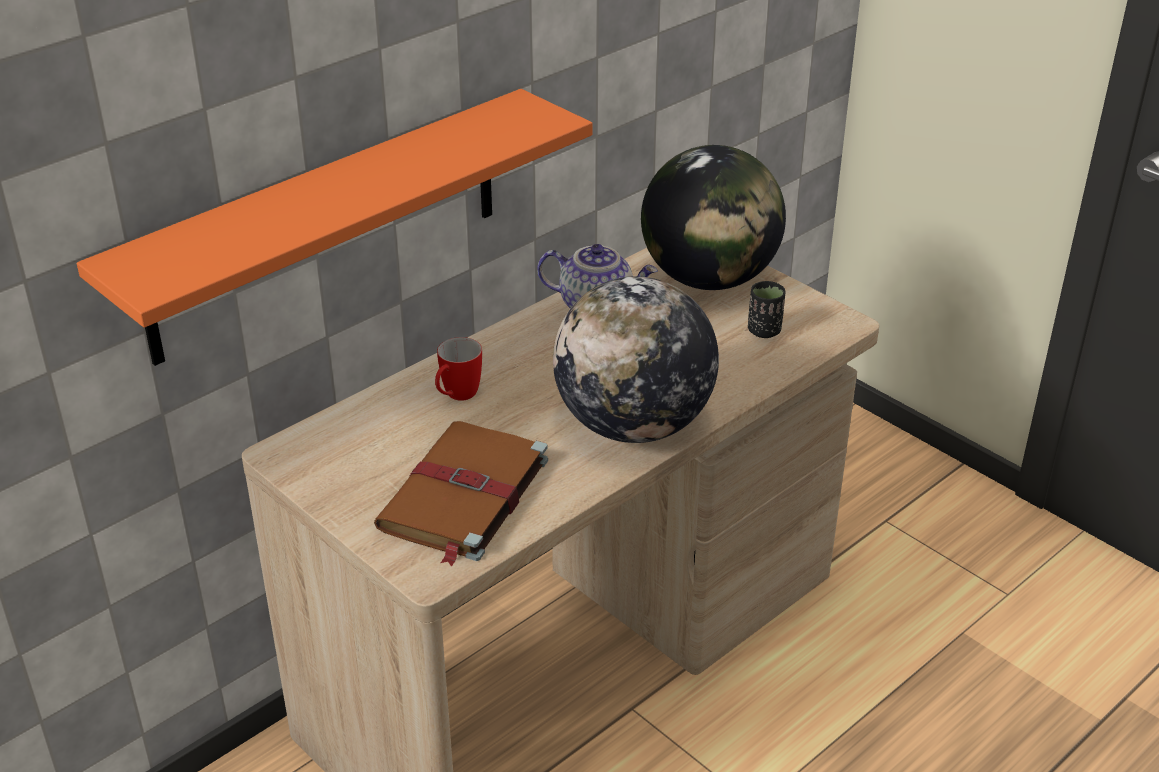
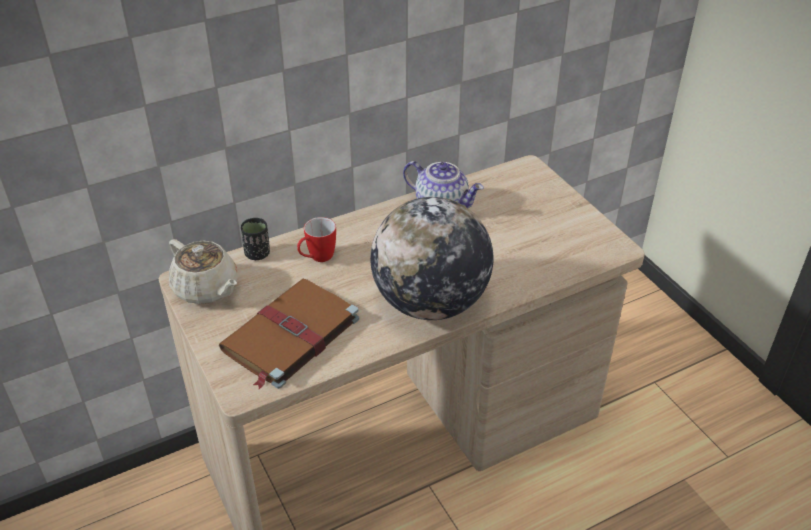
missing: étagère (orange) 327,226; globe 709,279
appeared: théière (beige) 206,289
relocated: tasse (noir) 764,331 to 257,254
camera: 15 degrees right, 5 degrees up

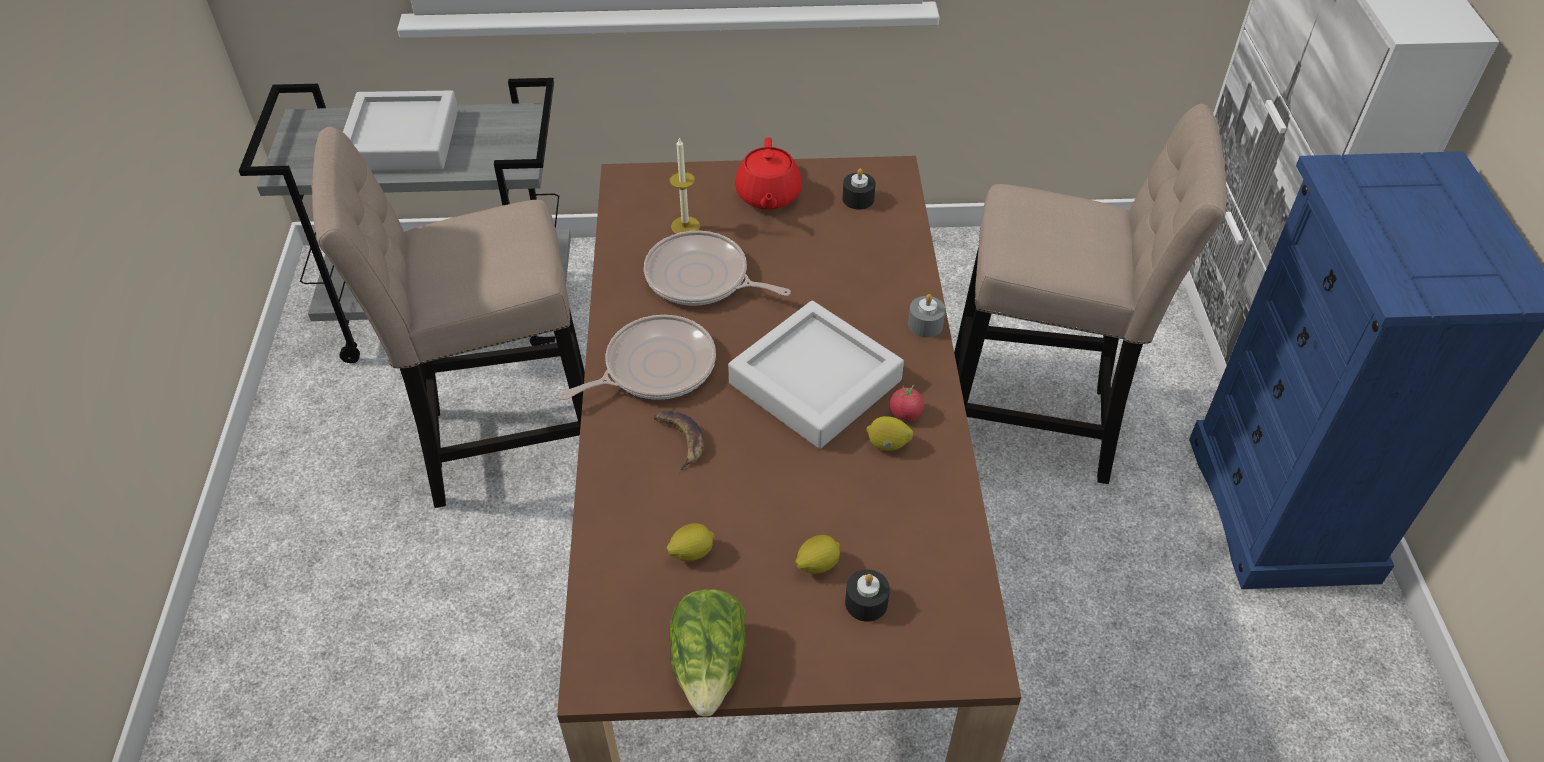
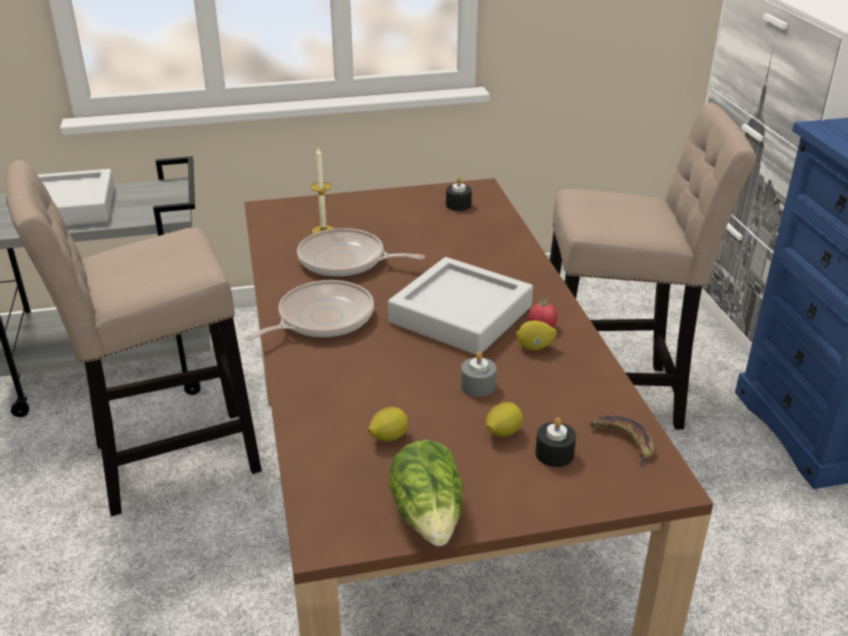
missing: théière (rouge) 768,196
relocated: bougie (gris) 925,324 to 478,386; banane 679,440 to 623,441
camera: 10 degrees left, 15 degrees down

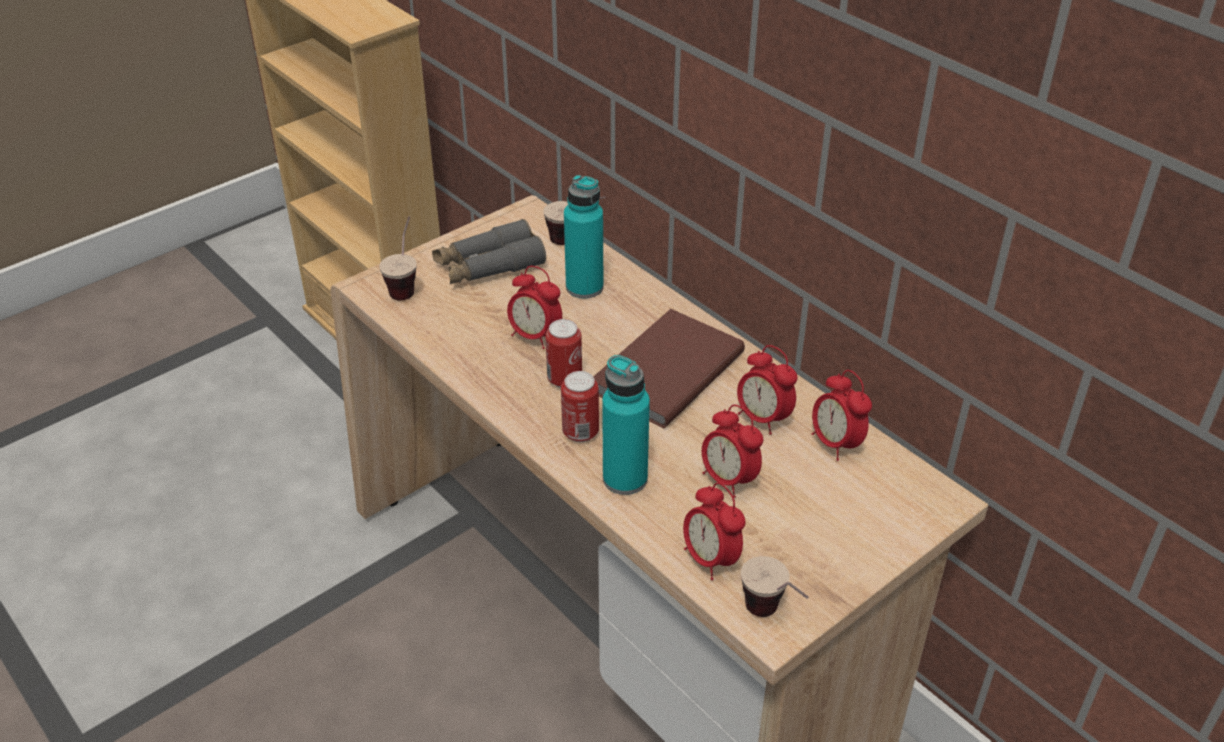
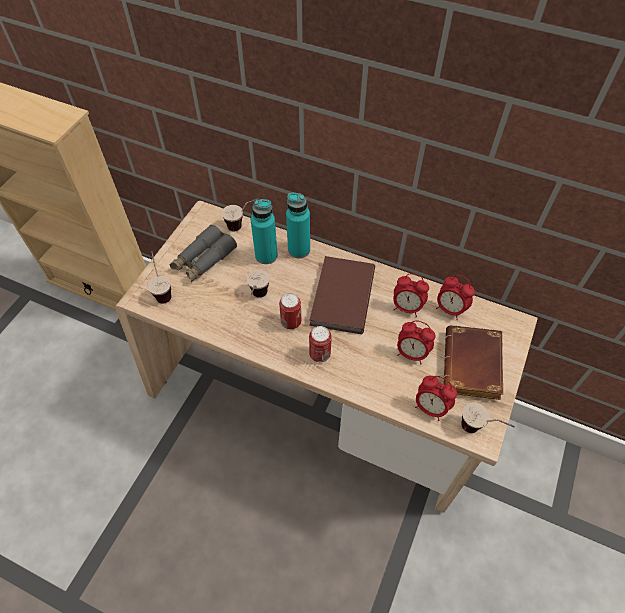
appeared: livre (marron) 473,367
relocated: bouteille (turquoise) 625,479 to 299,250
exchanged: réveil 535,336 to tasse 258,299
camera: 25 degrees left, 15 degrees up

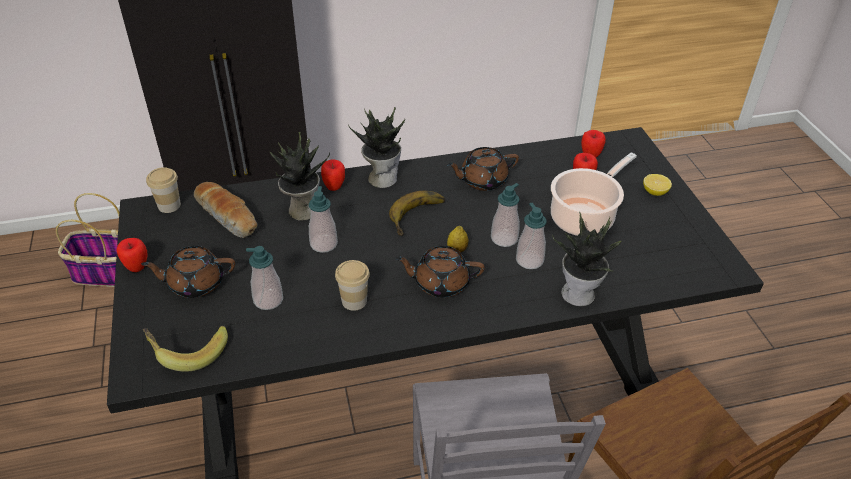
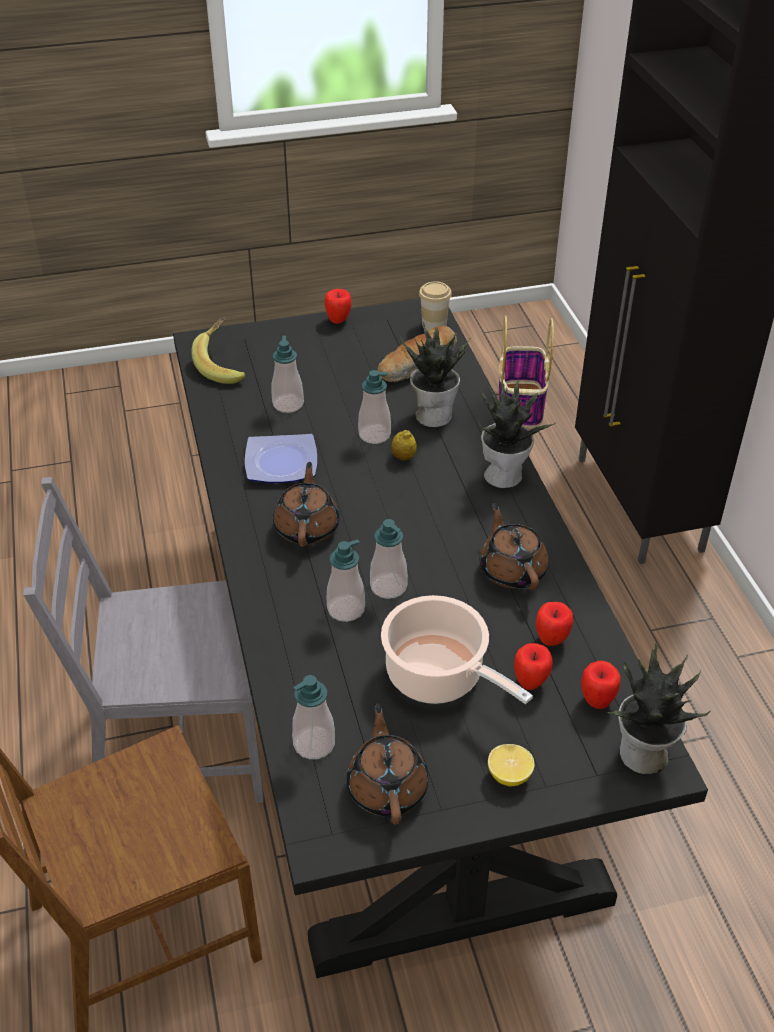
missing: banane 420,217
appeared: distributeur de savon 314,743
relocated: pomme 334,187 to 551,640; plante en pot 579,294 to 643,756; citron 457,250 to 403,457; théière (marron) 195,283 to 387,787
exchanged: tasse 354,301 to assiette 282,462
camera: 90 degrees right, 0 degrees up

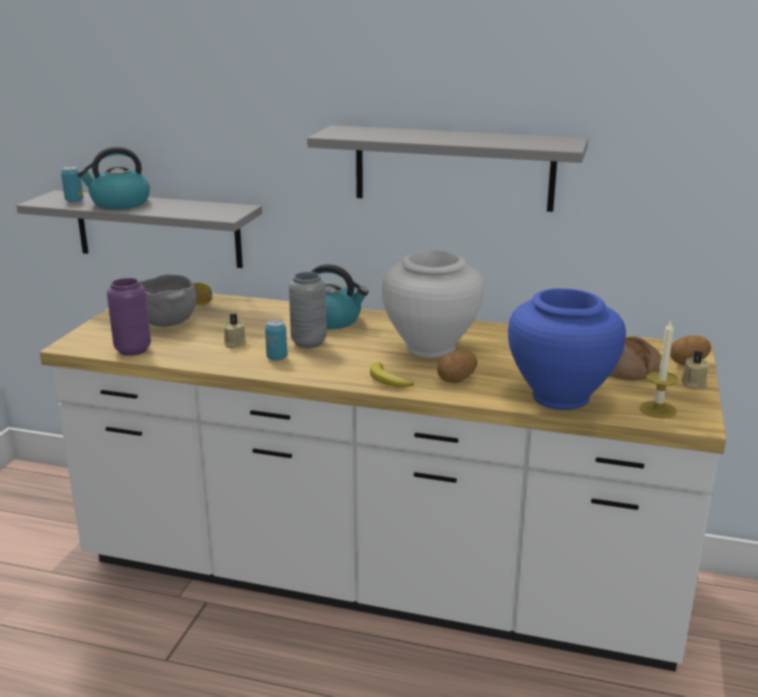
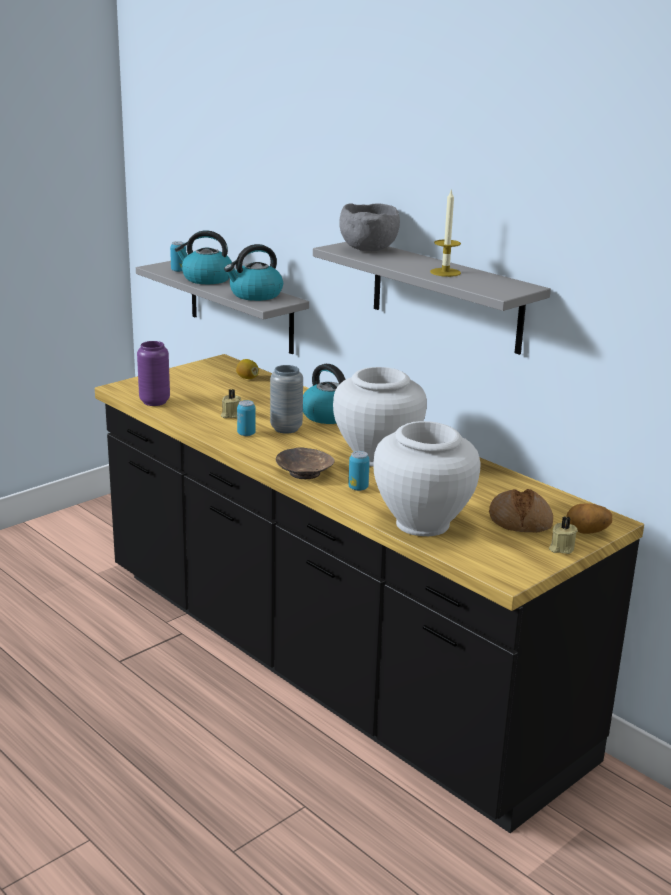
appeared: bouilloire 255,295
relocated: bol (gris) 167,323 to 368,249; bougie 658,409 to 445,272
exchanged: pomme de terre 457,380 to boîte métallique 358,488; banane 388,380 to bol (marron) 304,473
colour: vase (bleu) 560,397 to vase (blanc) 422,524; comptoir de cuisine (blanc) 379,577 to comptoir de cuisine (noir) 329,664
camera: 30 degrees right, 0 degrees up

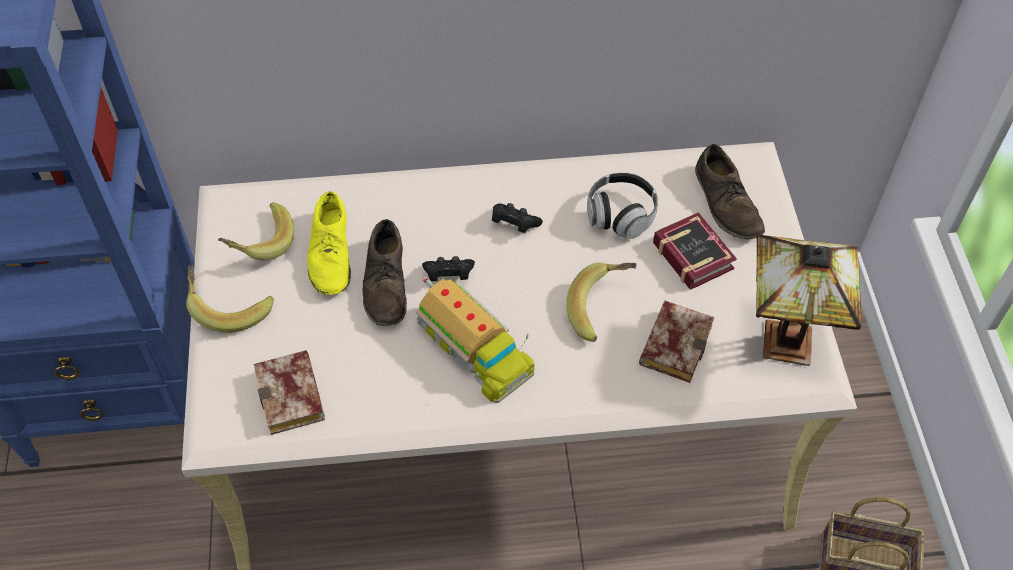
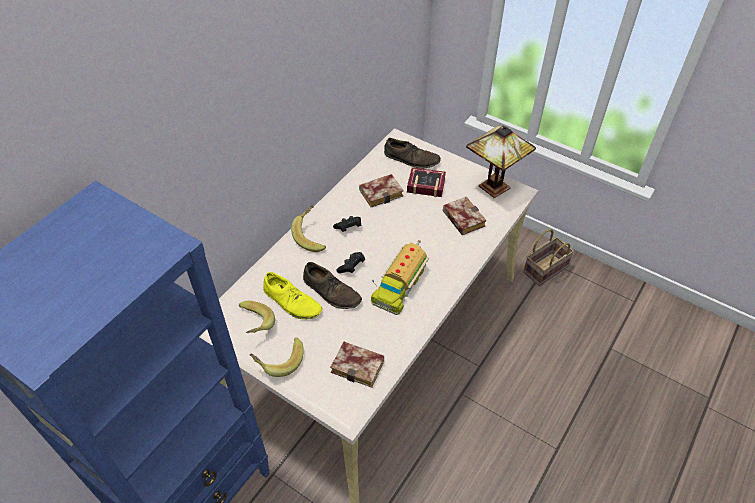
relocated: banane 602,309 to 312,236
exchanged: casque audio 620,215 to livre 382,192
spun: camion jouet 472,349 = 399,283 120 degrees clockwise
camera: 50 degrees left, 5 degrees down

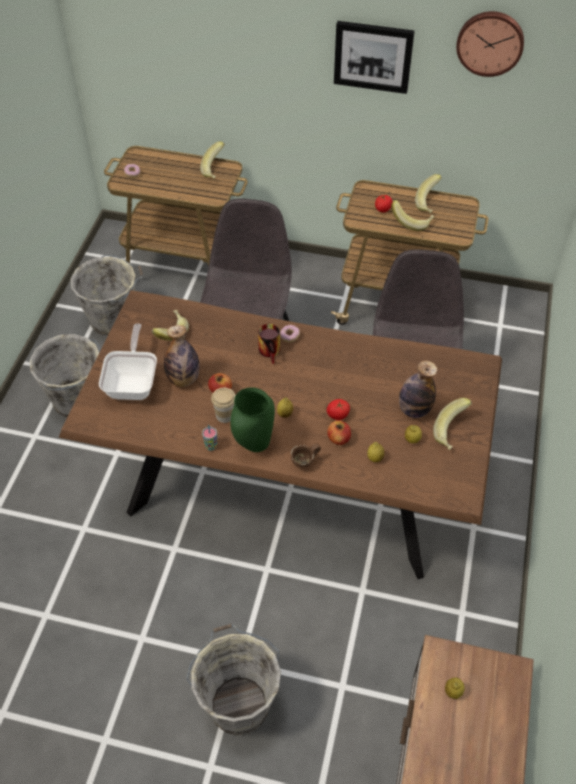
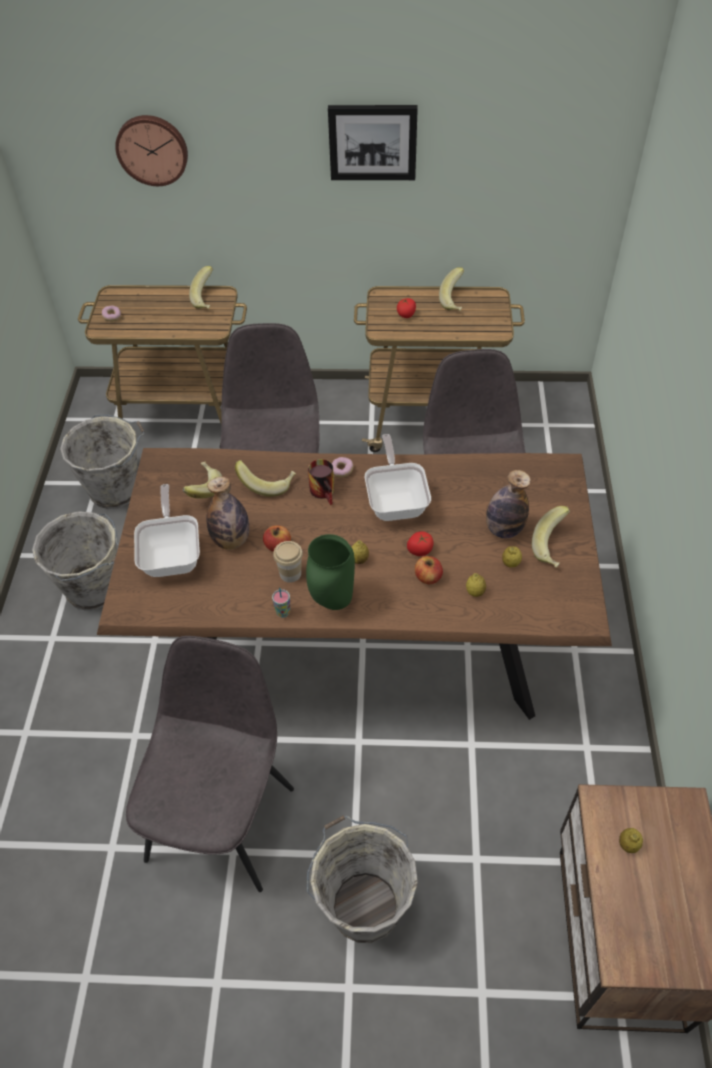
missing: mug (marron) 304,464
appeared: poêle 396,501; chaise (gris) 222,819
relocated: horloge murale 490,42 to 152,149; banane 411,222 to 267,484
camera: 10 degrees left, 0 degrees up

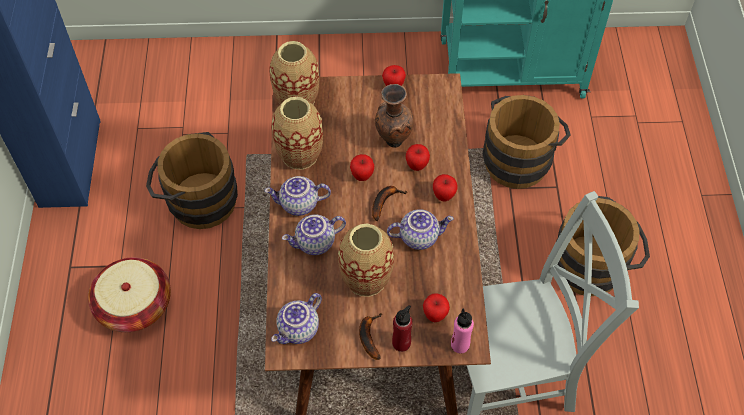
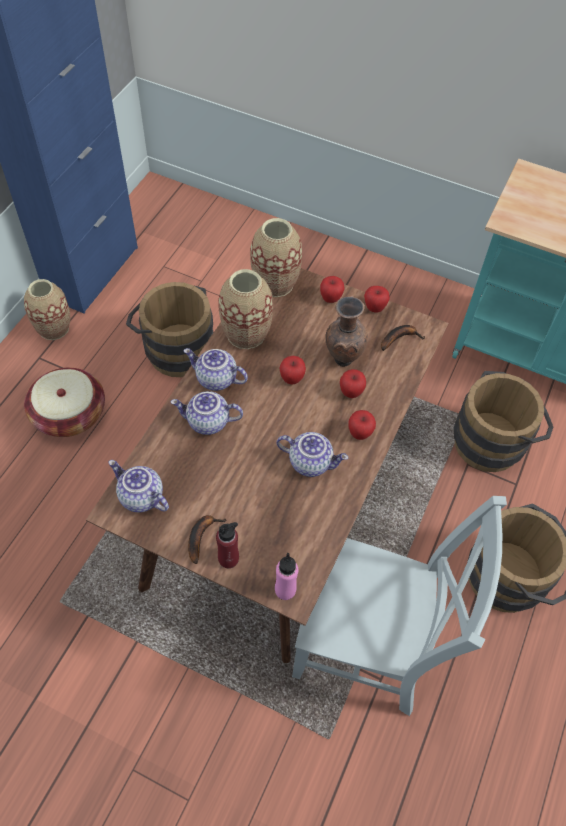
relocated: banane 384,202 to 399,338; vase 366,279 to 54,328; pomme 435,315 to 330,298
spun: théière 299,330 = 140,497 60 degrees clockwise
camera: 25 degrees right, 0 degrees up

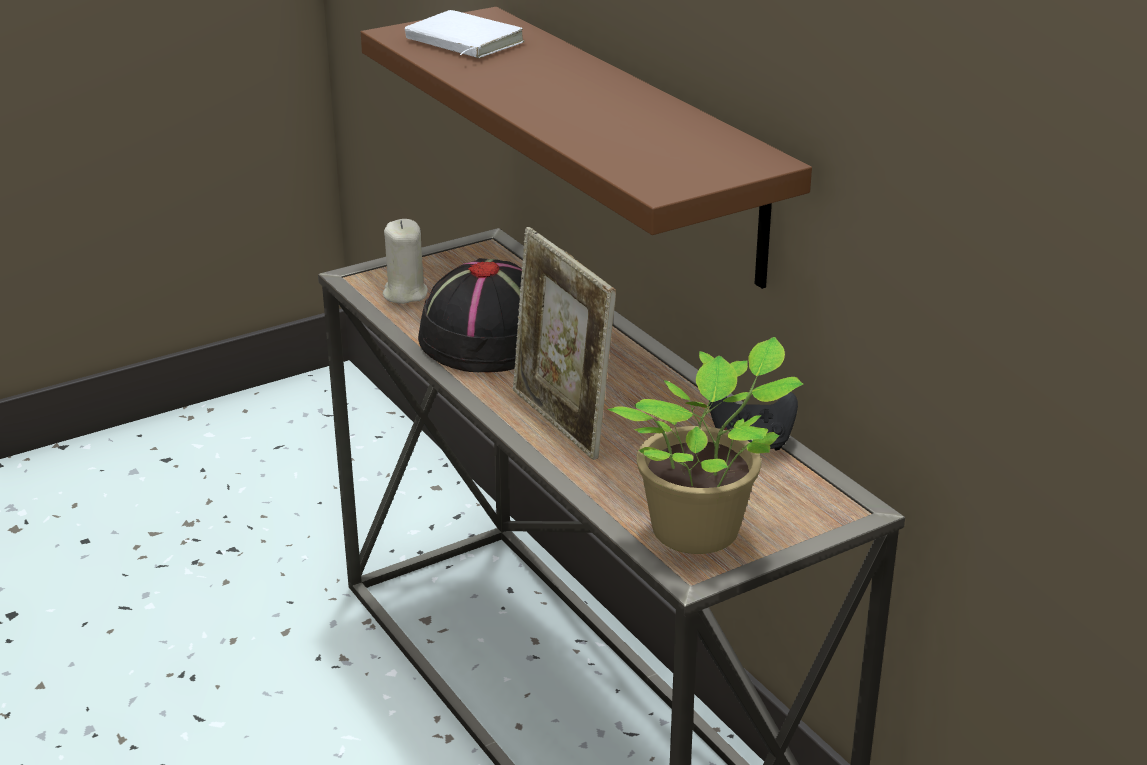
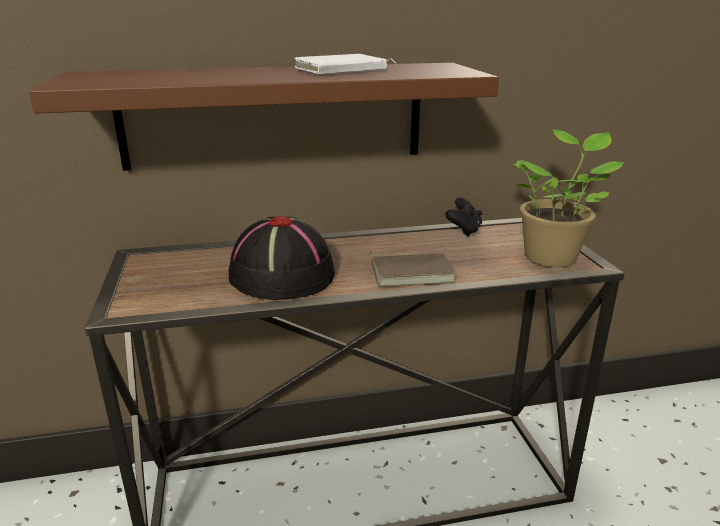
missing: bougie (beige) 405,293
relocated: livre (blanc) 461,42 to 341,70
exchanged: cadre photo 561,423 to livre (marron) 411,273
camera: 70 degrees left, 5 degrees down

